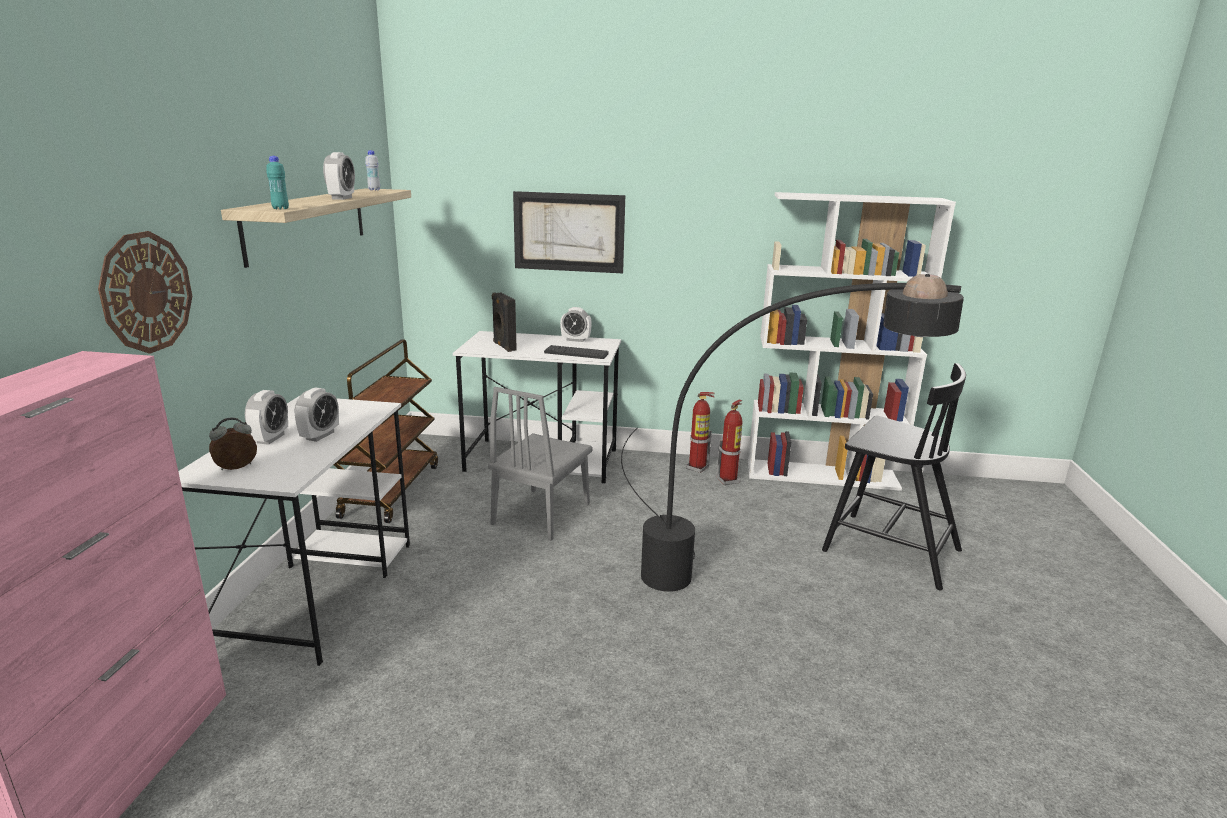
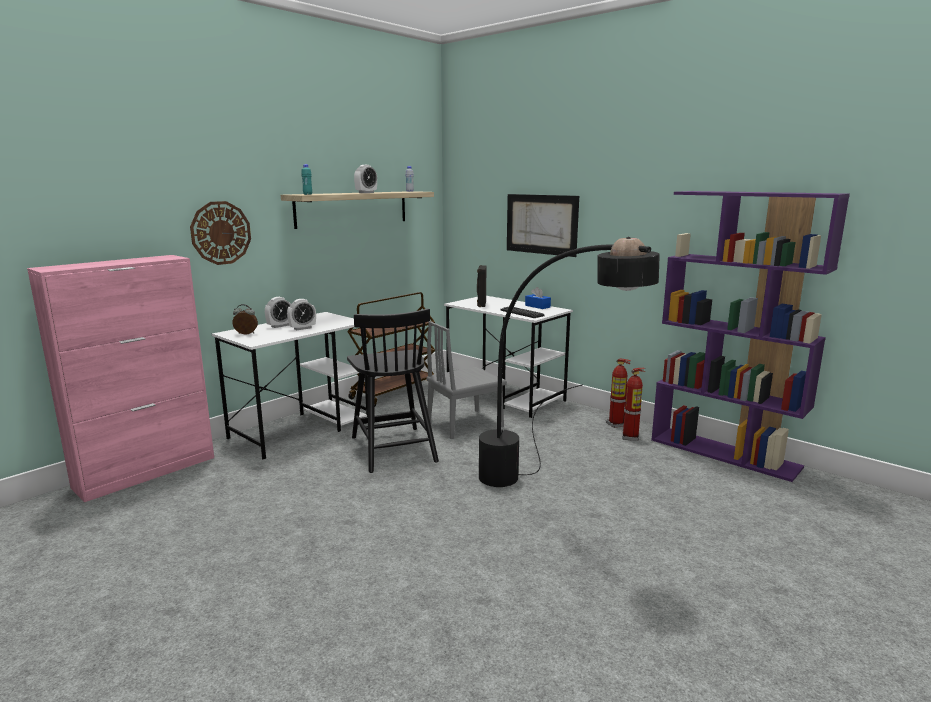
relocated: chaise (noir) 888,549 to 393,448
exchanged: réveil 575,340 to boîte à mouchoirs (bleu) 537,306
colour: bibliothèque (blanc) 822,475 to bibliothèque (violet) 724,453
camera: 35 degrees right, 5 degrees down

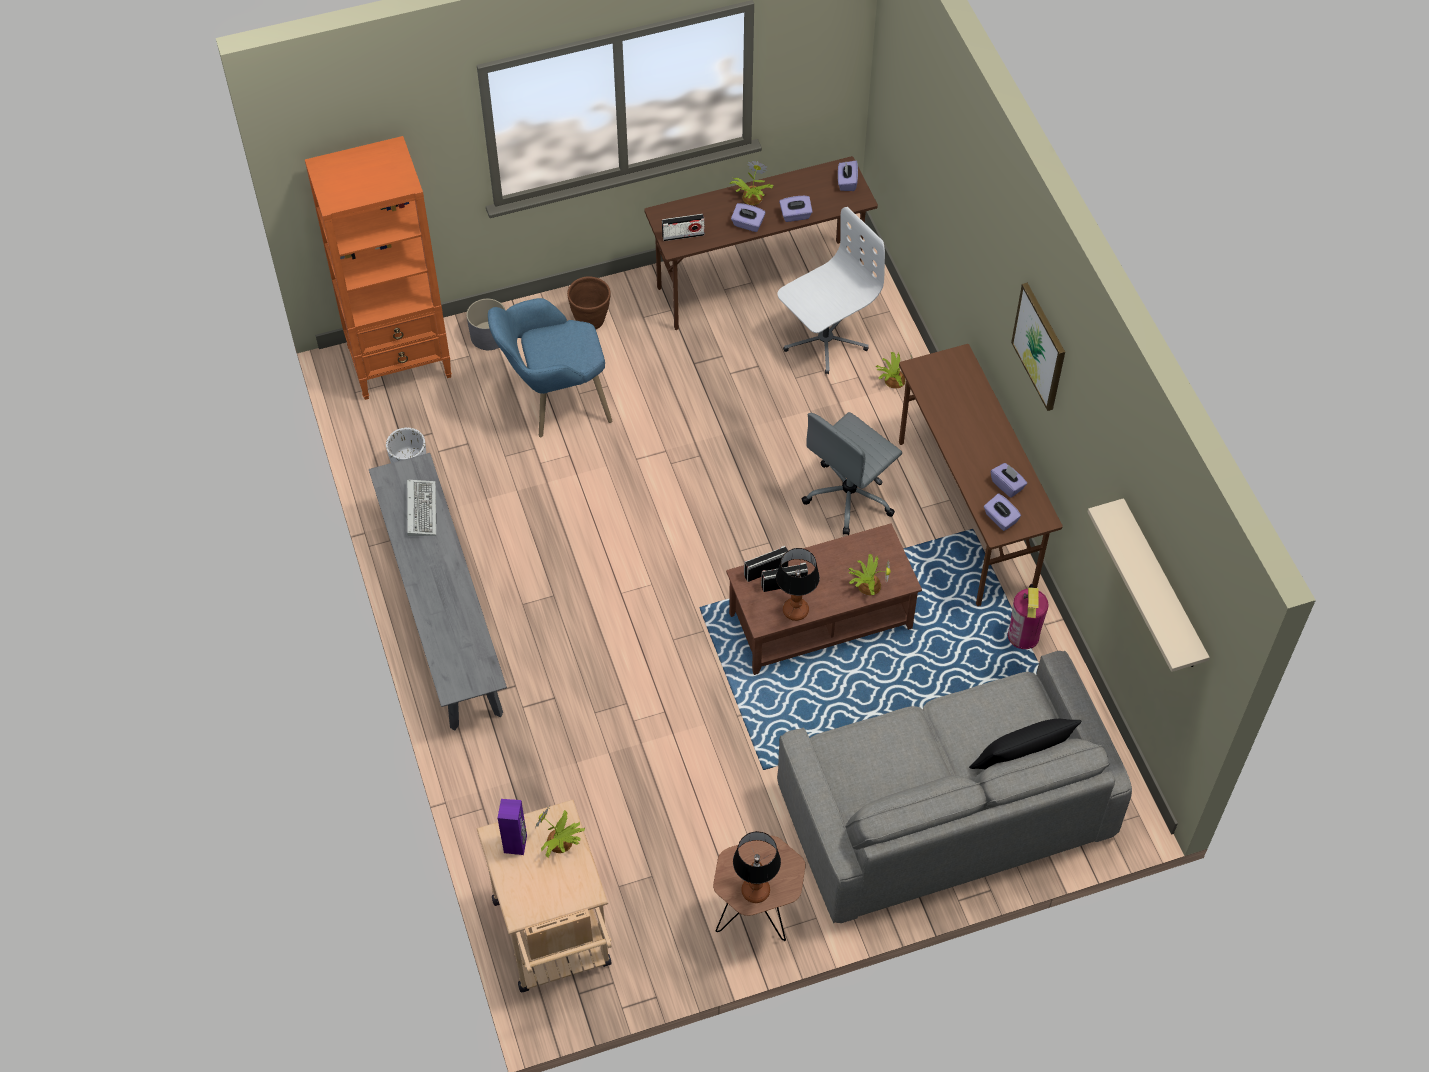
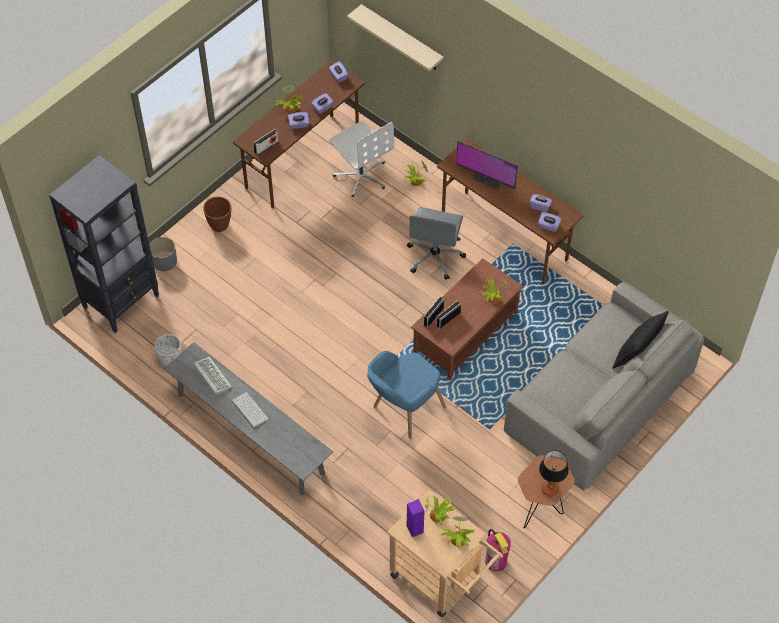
missing: tableau 1040,346; lampe de table 795,611
appeared: écran d'ordinateur 489,175; clavier 249,410; plante en pot 457,539
relocated: fauteuil (bleu) 554,404 to 402,413; étagère (beige) 1161,588 to 402,38; extincteur 1023,636 to 496,561
colour: bibliothèque (orange) 401,362 to bibliothèque (noir) 122,301
spun: chaise de bureau (blanc) 824,339 = 361,175 120 degrees clockwise
camera: 30 degrees left, 0 degrees up

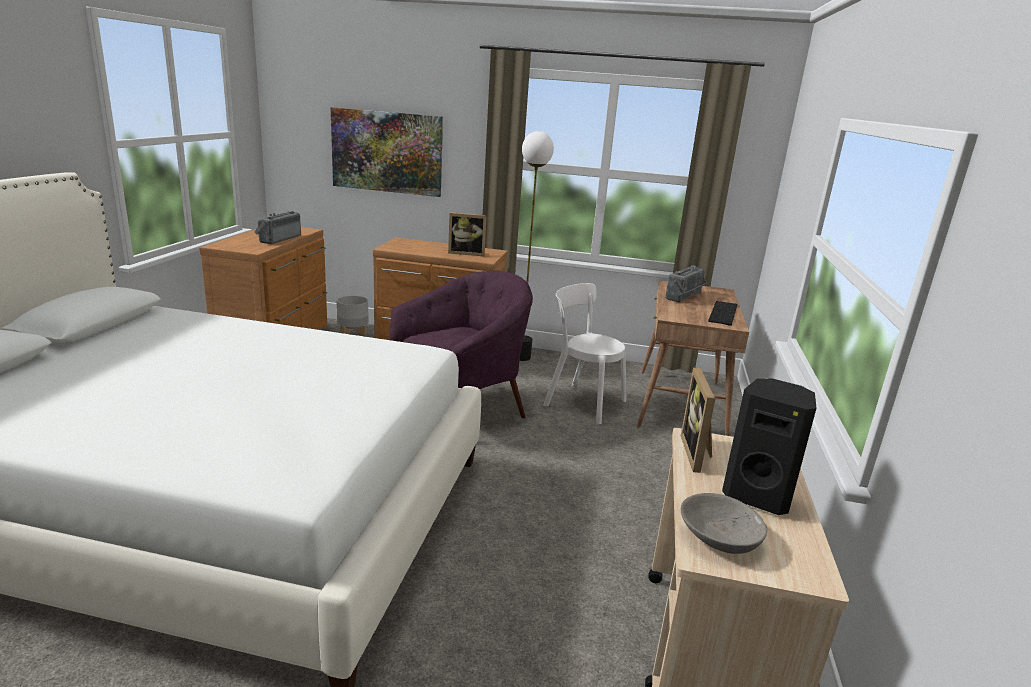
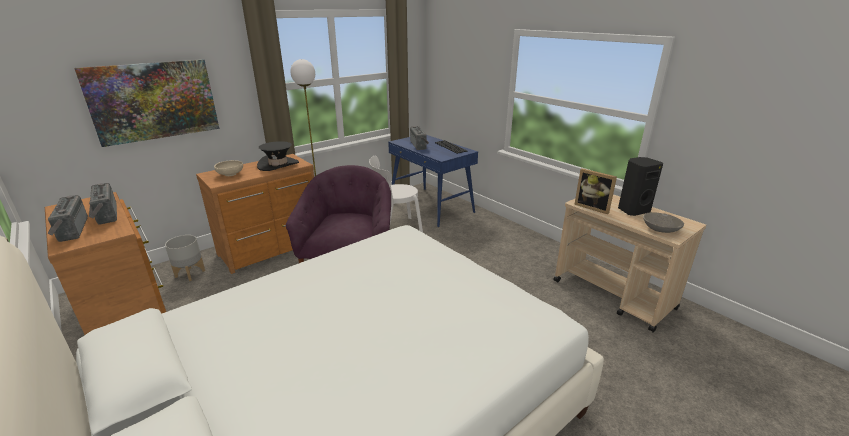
appeared: bol (beige) 230,174; radio 70,230
exchanged: cadre photo 467,253 to chapeau (noir) 278,165
colour: bureau (marron) 681,404 to bureau (bleu) 431,206
camera: 50 degrees left, 5 degrees up

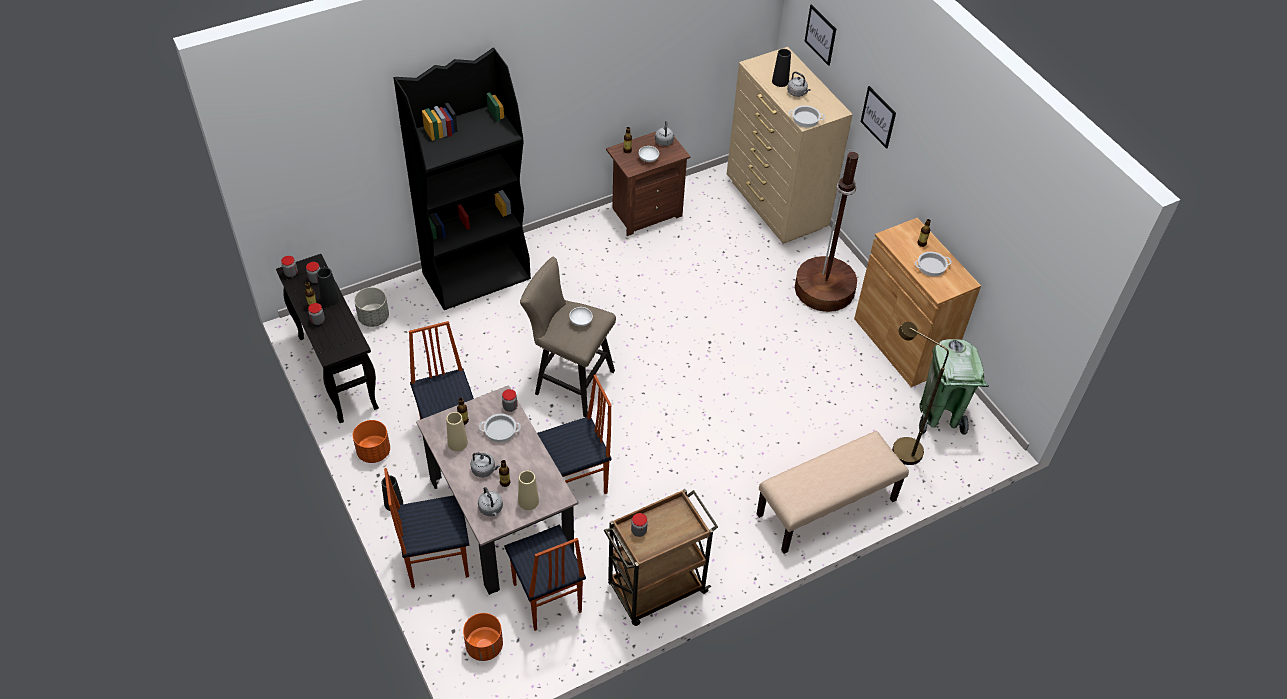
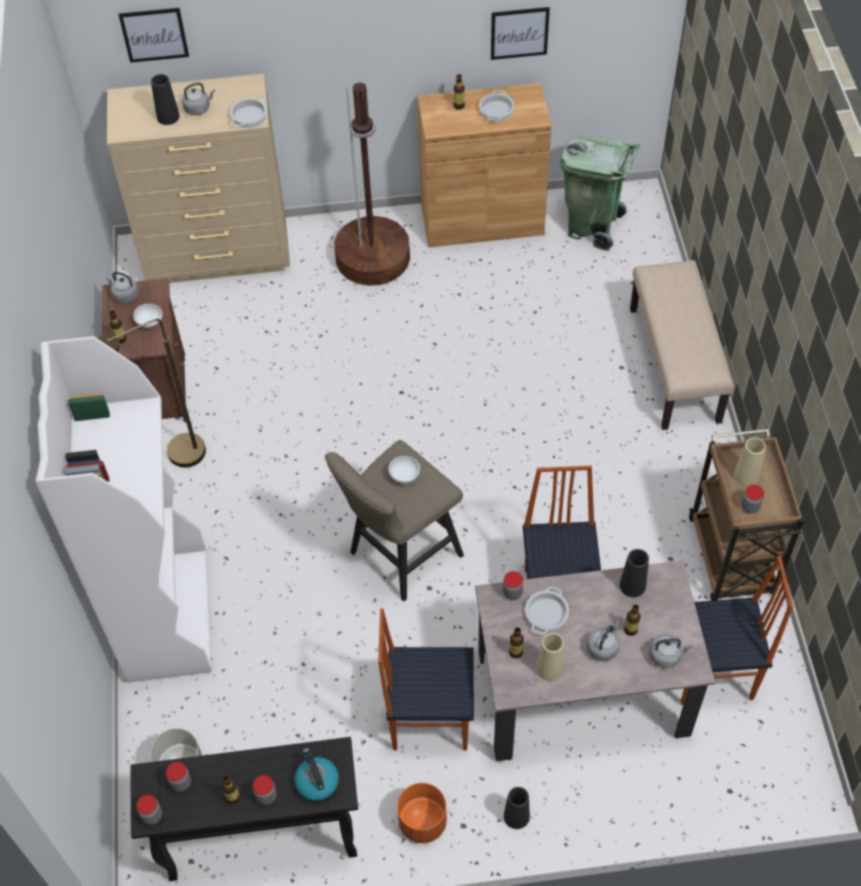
missing: chaise 436,560; cache-pot (orange) 484,646
appeared: bouilloire 316,781
relocated: tableau 878,117 to 519,33; vase (noir) 330,299 to 632,585; lampadaire (marron) 899,448 to 177,457; vase (beige) 528,501 to 746,475
colour: bibliothèque (noir) 477,275 to bibliothèque (blanc) 167,614
camera: 65 degrees left, 5 degrees up

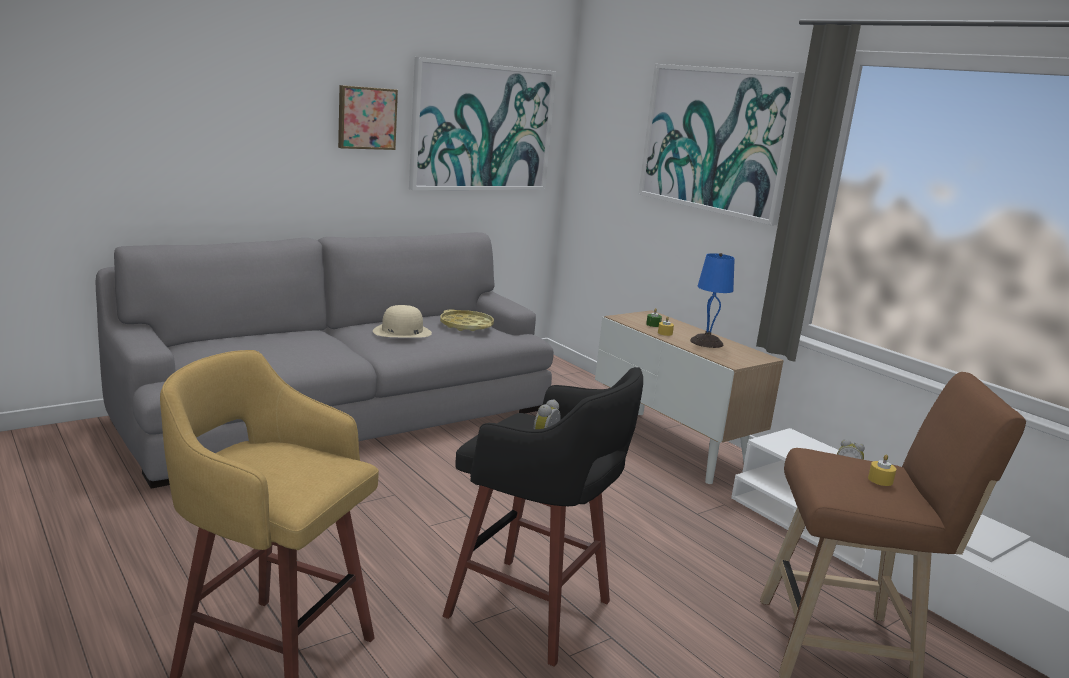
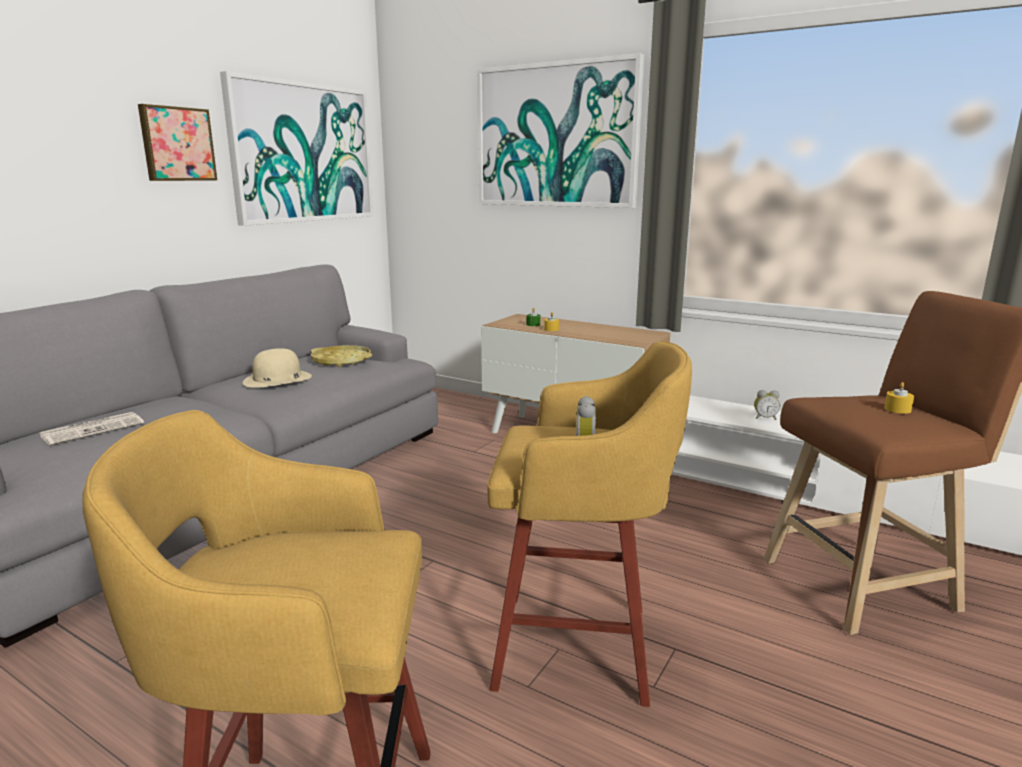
missing: lampe de table (bleu) 707,342
appeared: journal 94,429
colour: tabouret (noir) 533,611 to tabouret (jaune) 579,647
camera: 20 degrees left, 0 degrees up

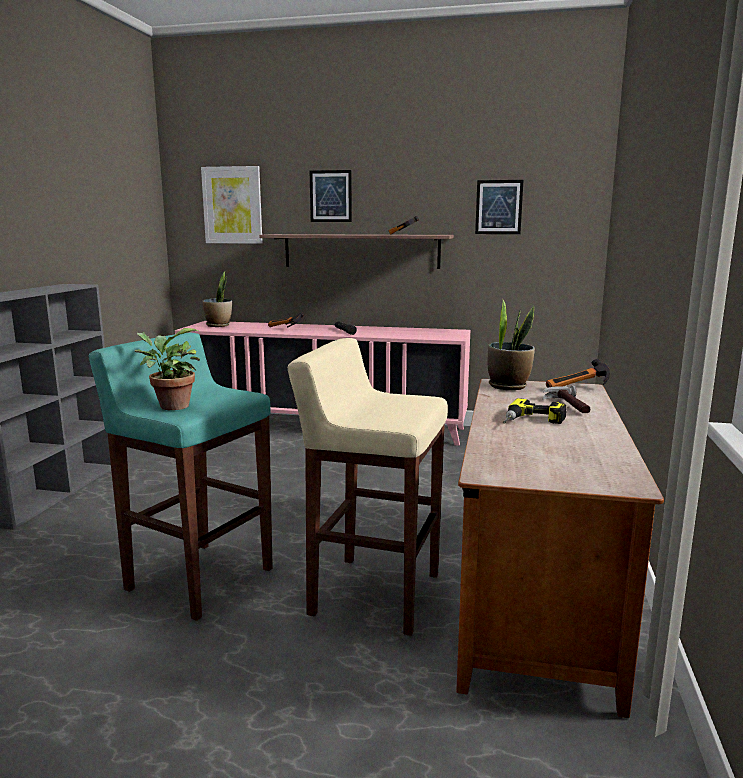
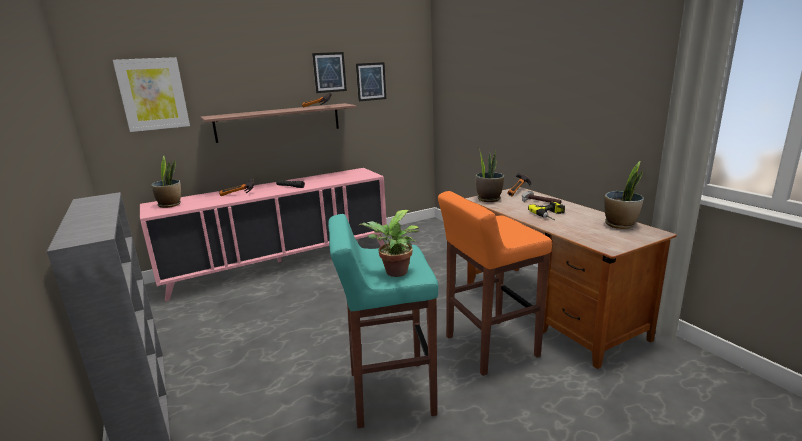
appeared: plante en pot 620,225
relocated: tableau 330,196 to 329,72
colour: tabouret (beige) 373,593 to tabouret (orange) 489,346
camera: 40 degrees left, 5 degrees up

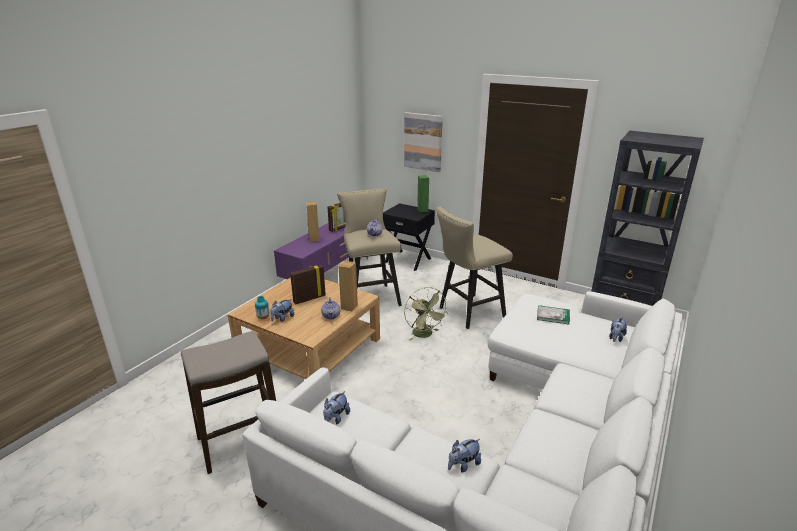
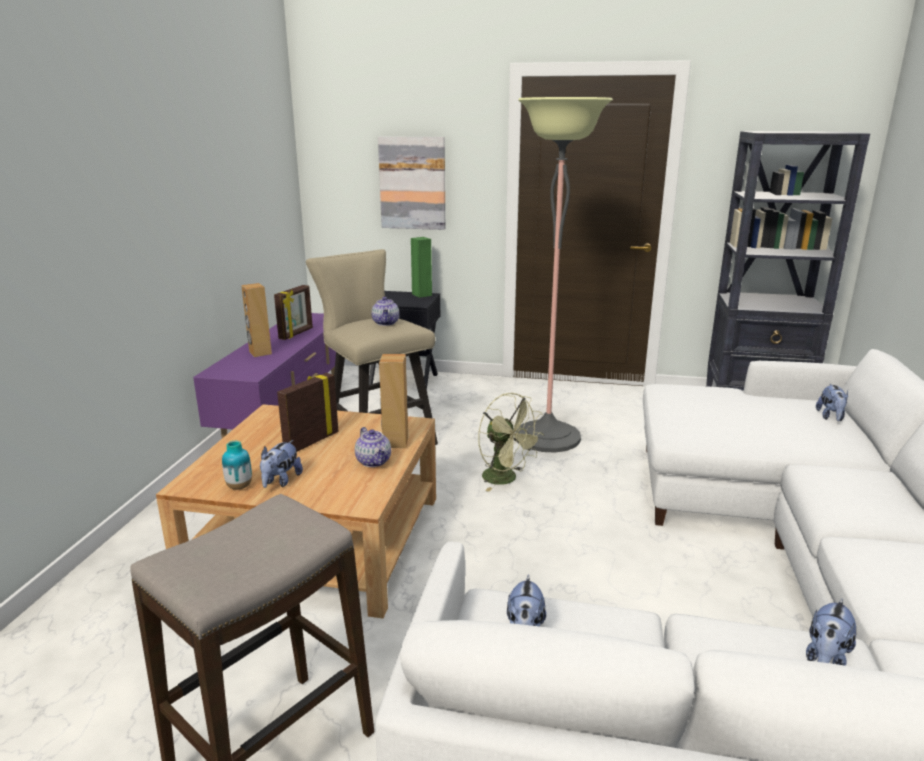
missing: livre 553,316
exchanged: tabouret (beige) 467,313 to lampadaire 547,437
camera: 20 degrees left, 5 degrees down

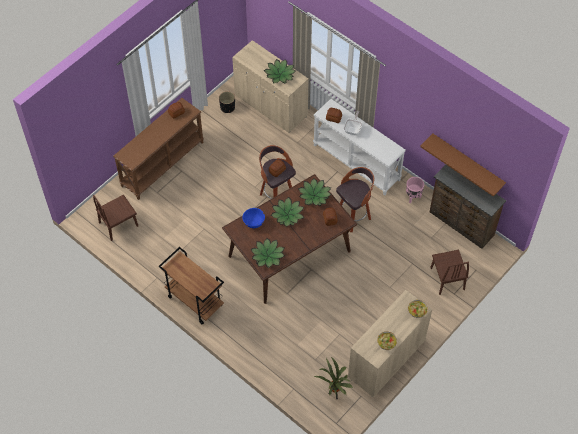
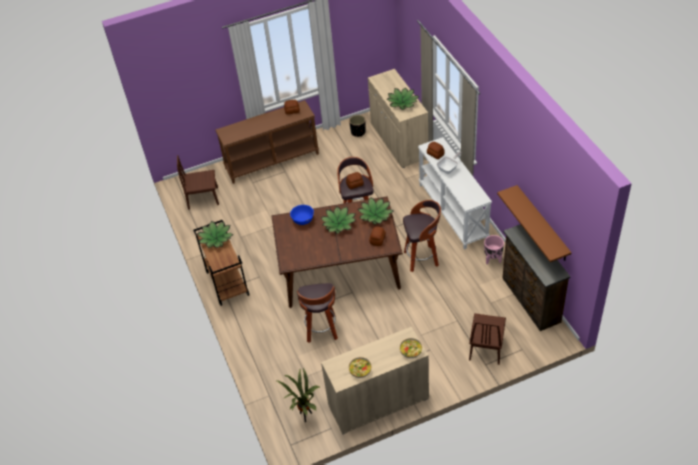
appeared: tabouret 321,330
relocated: plante en pot 267,256 to 215,238
camera: 30 degrees right, 10 degrees down

